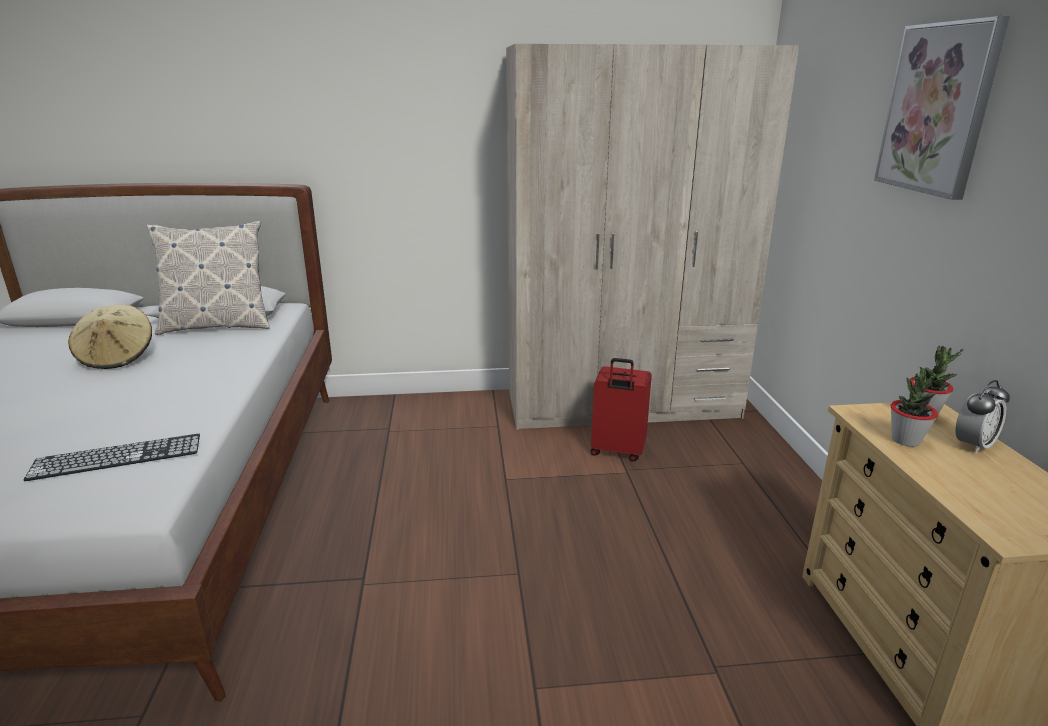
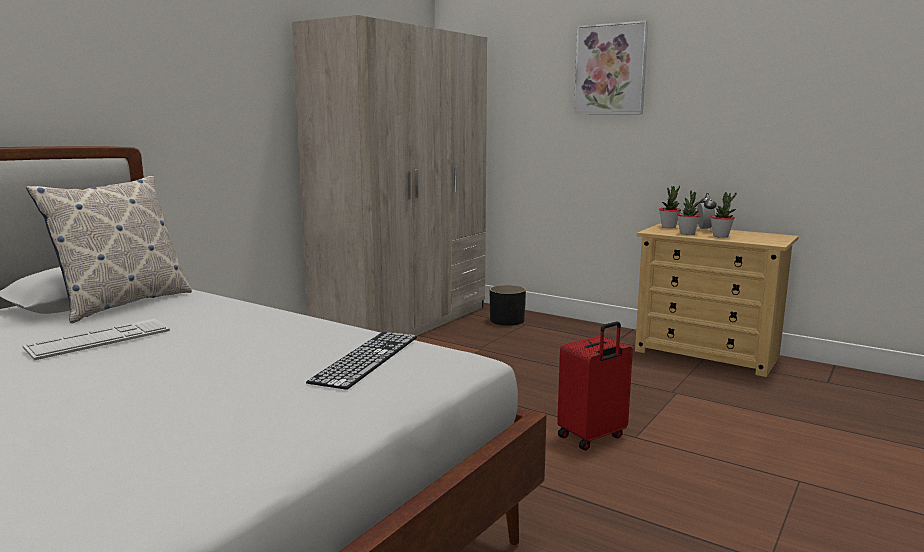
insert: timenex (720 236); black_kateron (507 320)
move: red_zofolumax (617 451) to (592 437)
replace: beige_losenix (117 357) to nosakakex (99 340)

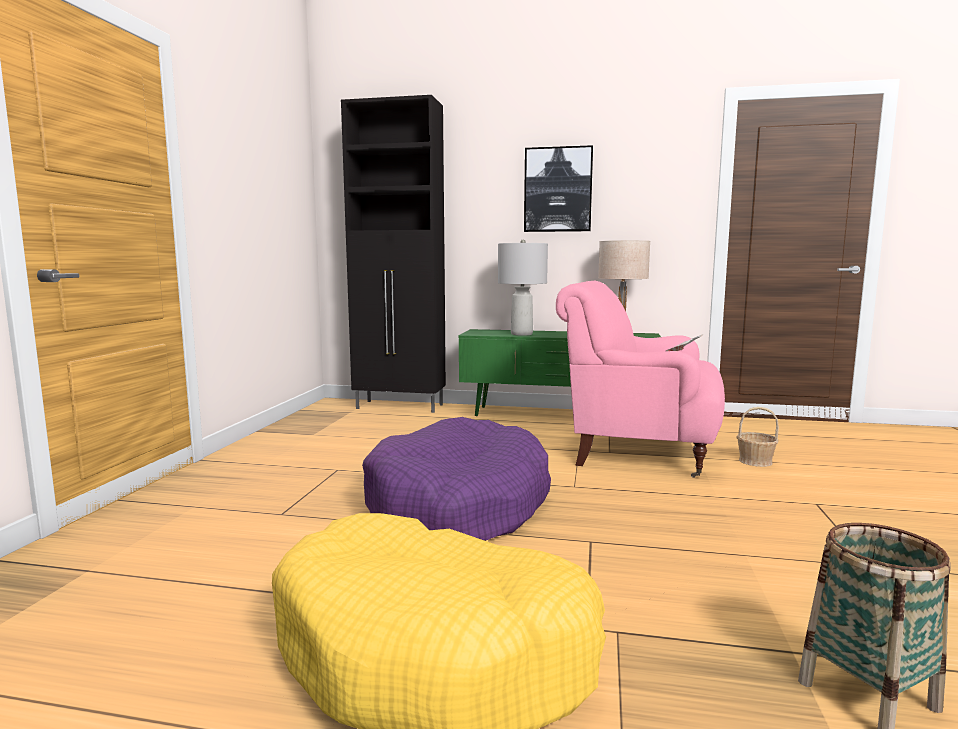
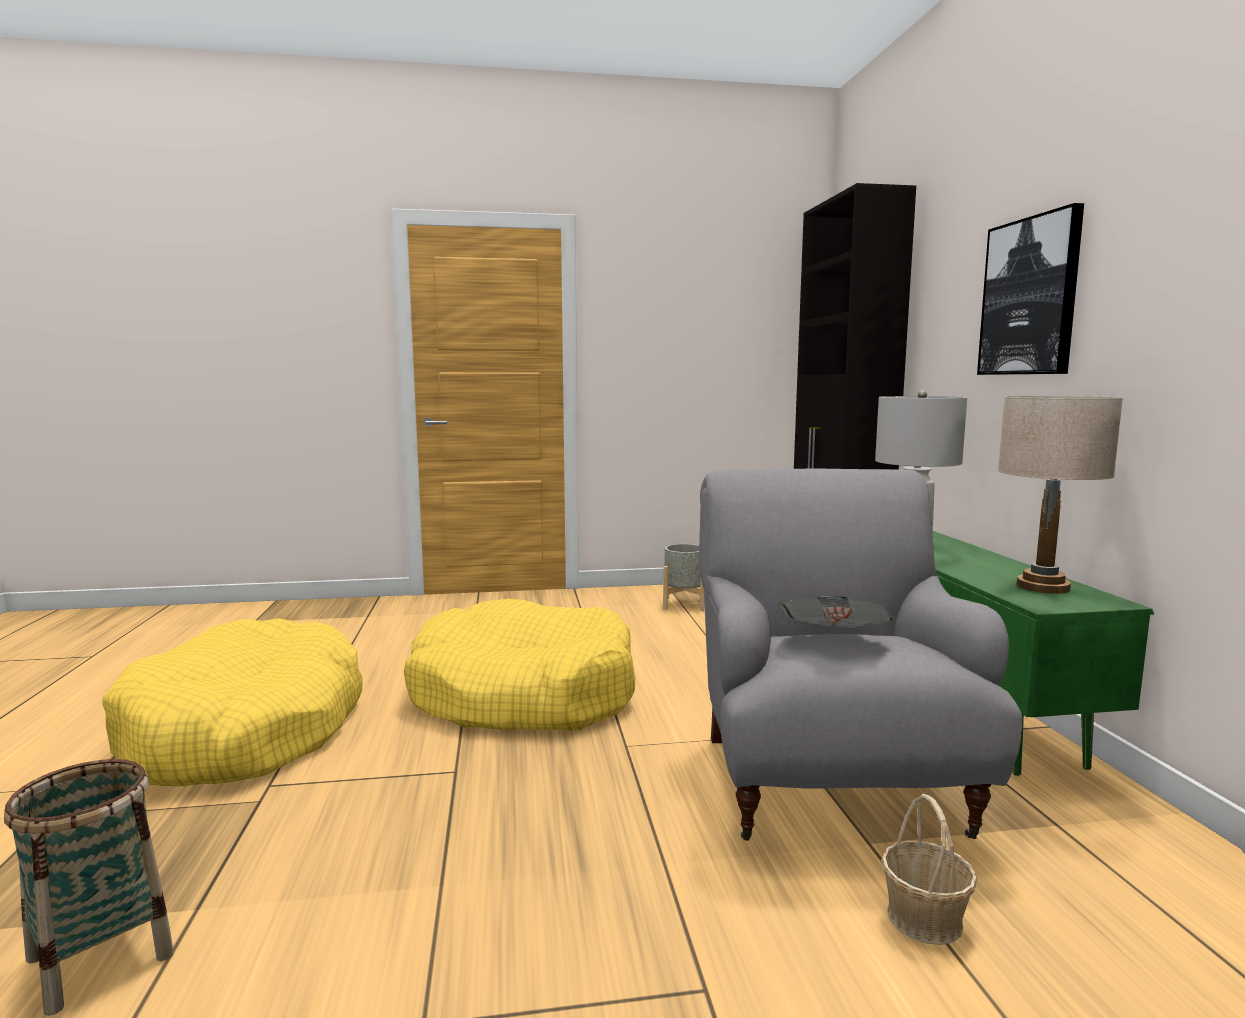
insert: grey_kateron (684 604)
recolor: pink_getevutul (637 452) to grey_getevutul (827 781); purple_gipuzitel (458 506) to yellow_gipuzitel (523 694)

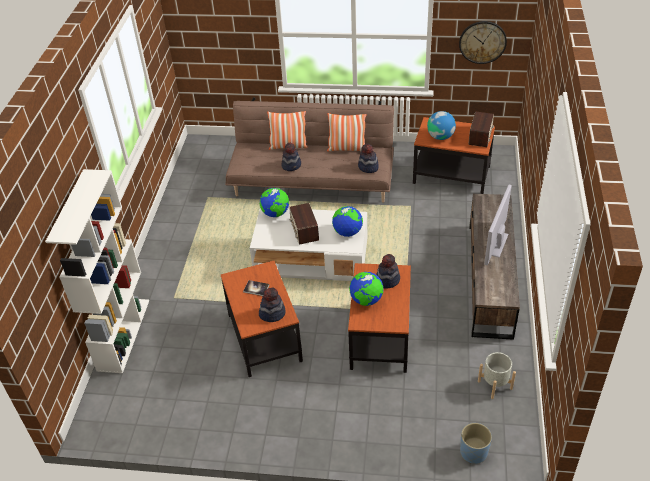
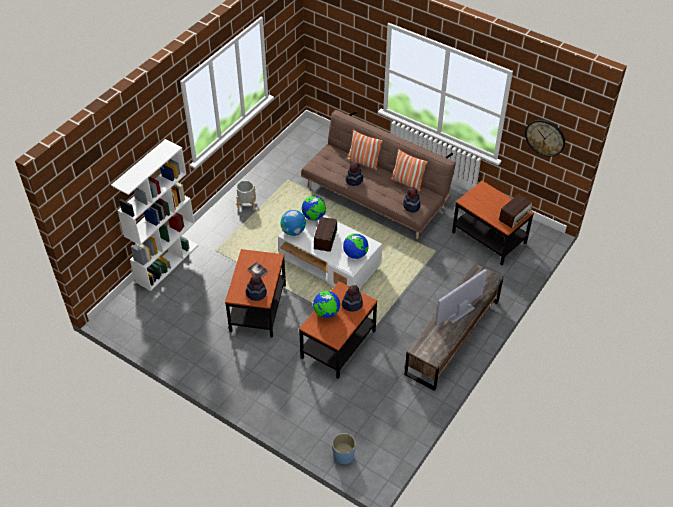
move: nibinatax (440 136) to (293 231); grey_kateron (494 385) to (246 204)

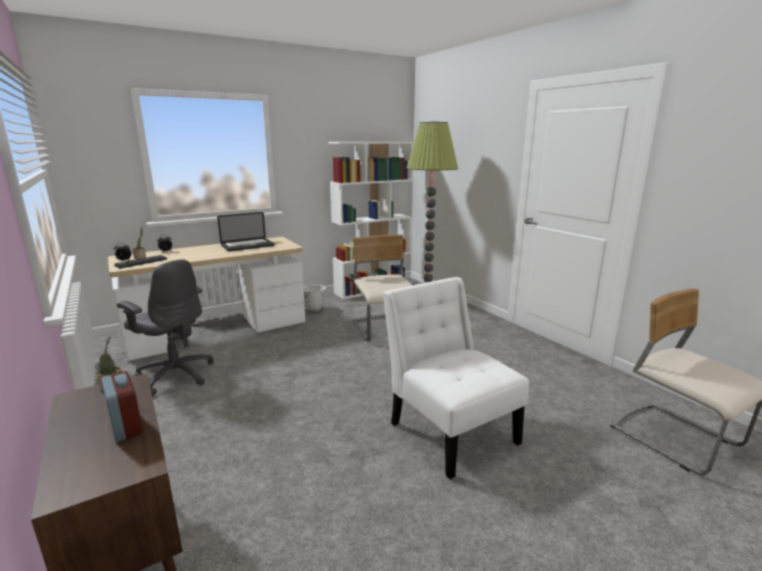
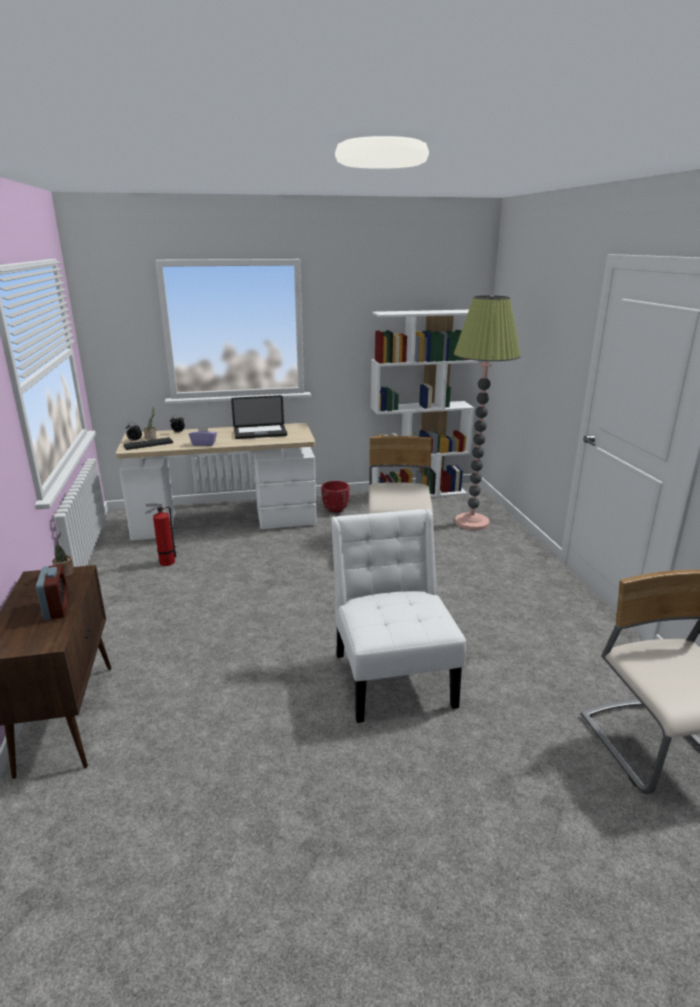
insert: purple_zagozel (204 444)
replace: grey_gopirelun (176 375) to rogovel (165 563)
recolor: white_kateron (314 309) to red_kateron (335 509)

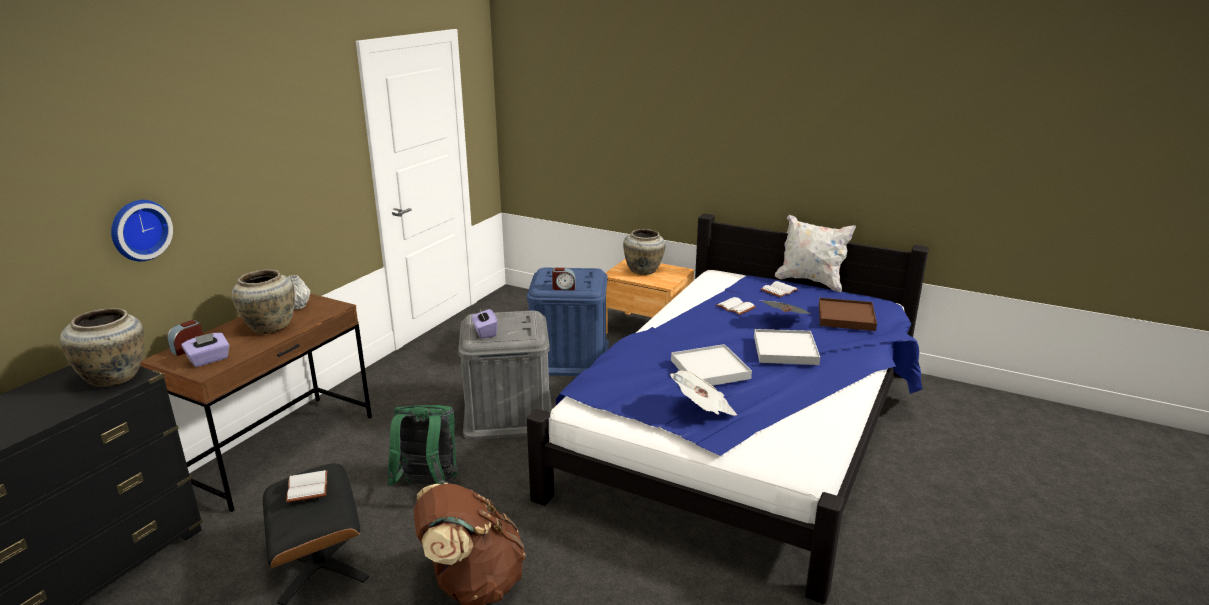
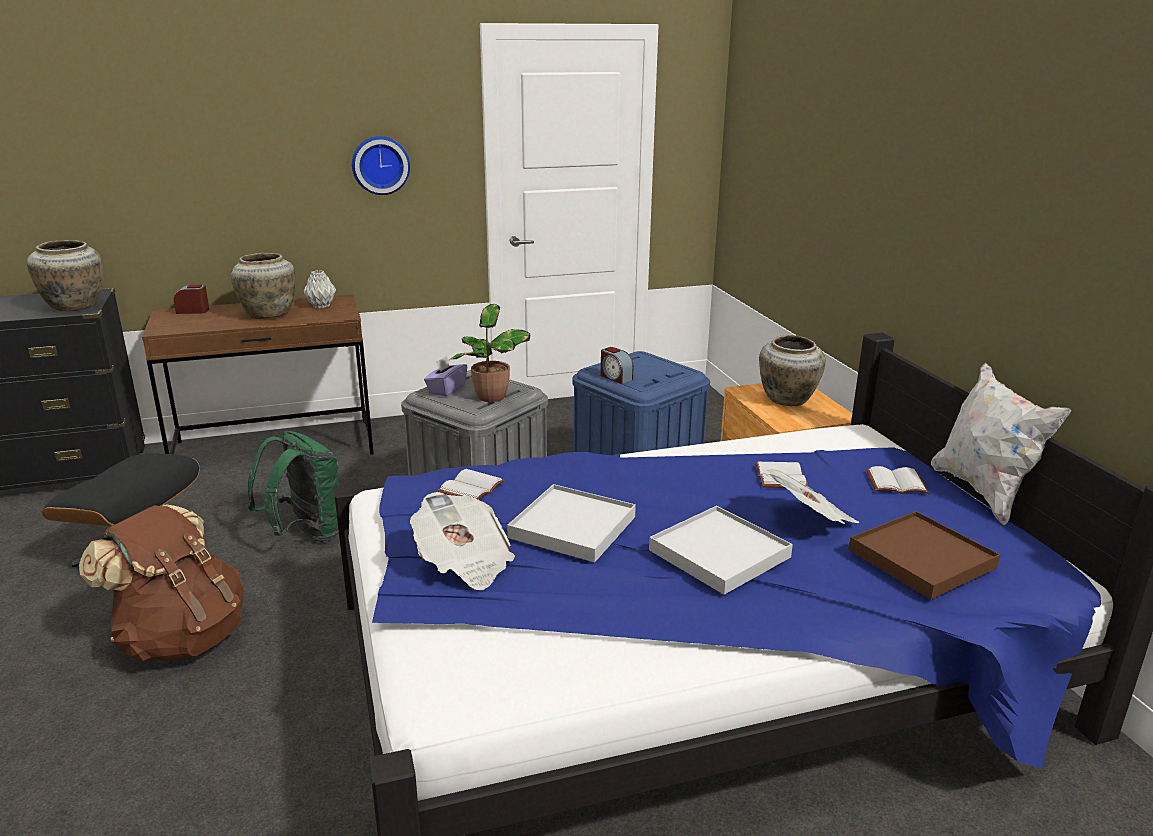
delete: purple_zagozel (209 360)
insert: timenex (491 397)
move: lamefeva (139 229) to (380 165); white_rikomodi (309 487) to (472 489)

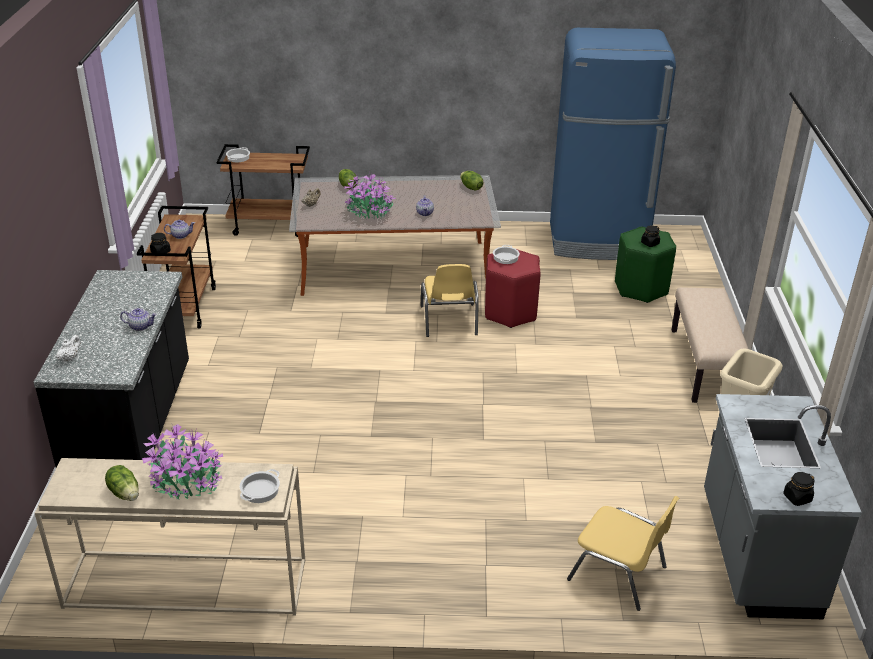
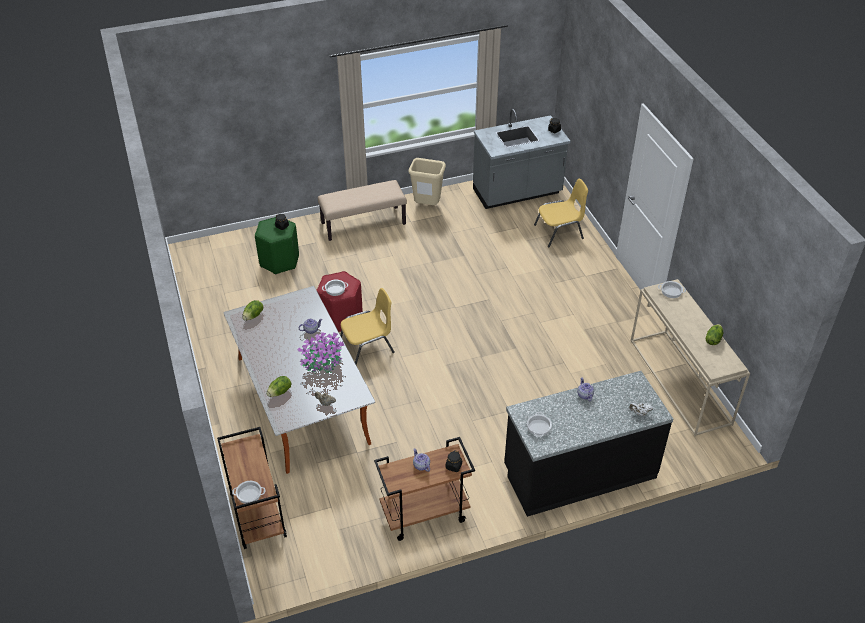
delete: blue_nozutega (598 241); timenex (186 483)
insert: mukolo (538 427)
rotate: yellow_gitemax (619 573) = (559 232) 60 degrees clockwise

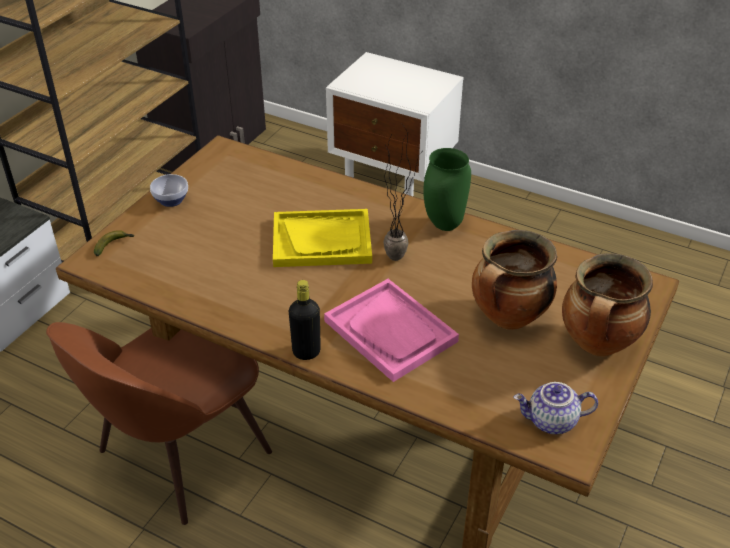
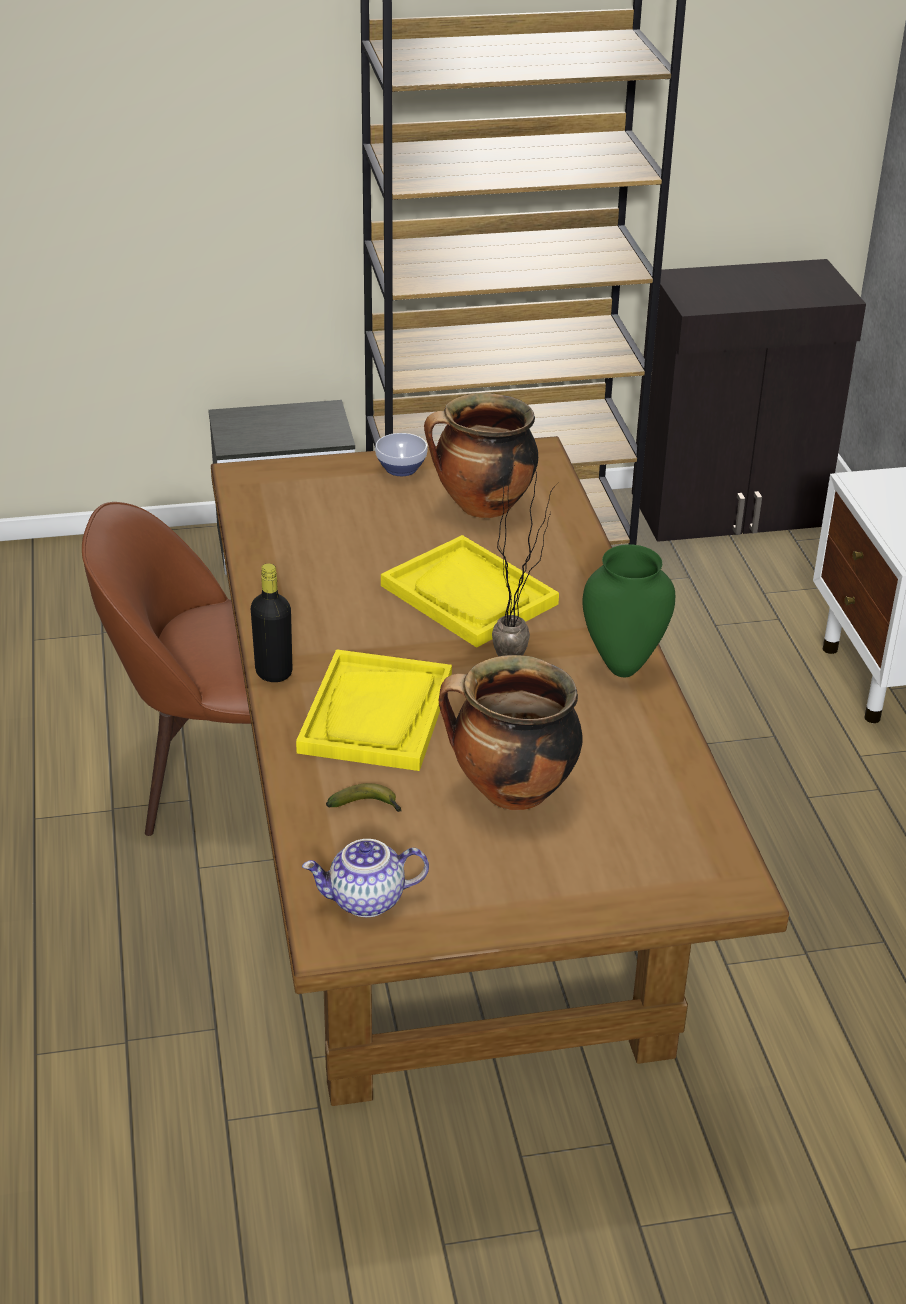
move: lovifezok (114 245) to (368 807); mukolo (598 345) to (482 507)
recolor: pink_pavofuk (391 331) to yellow_pavofuk (376 714)
rotate: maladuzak (551 422) = (366 901) 60 degrees counterclockwise

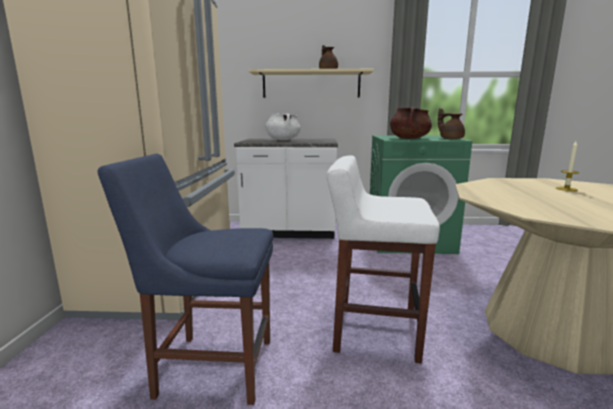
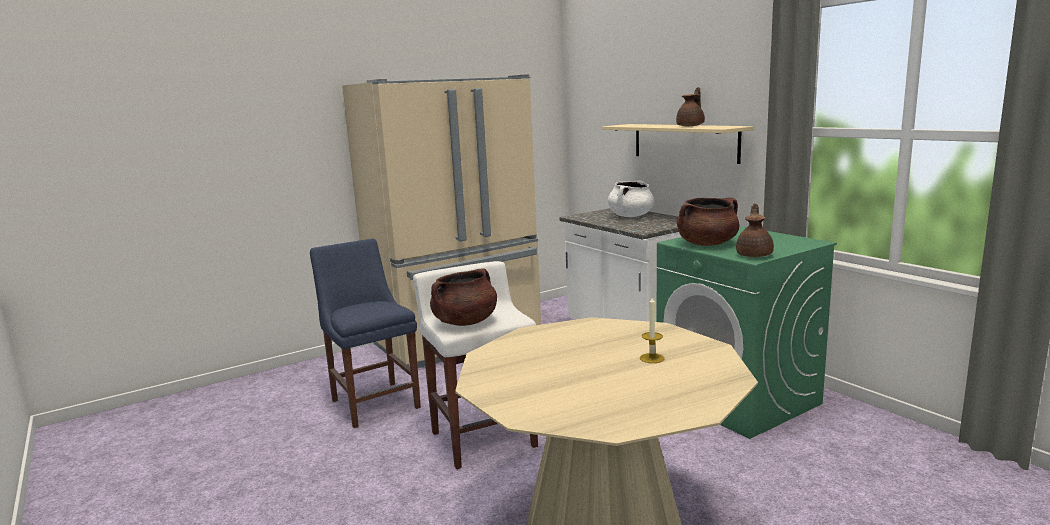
insert: brown_mukolo (465 322)

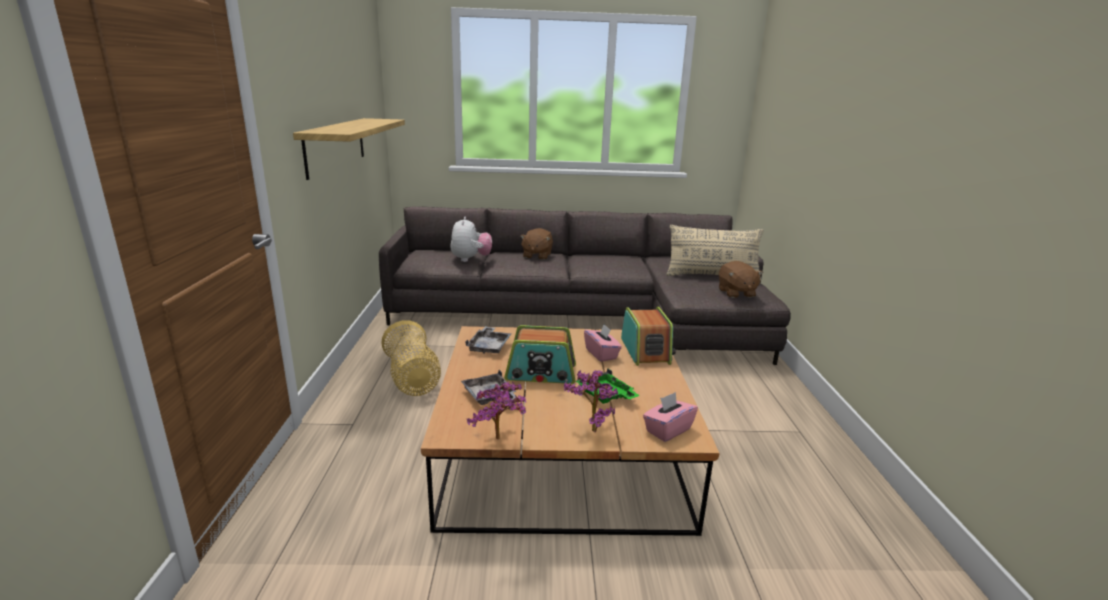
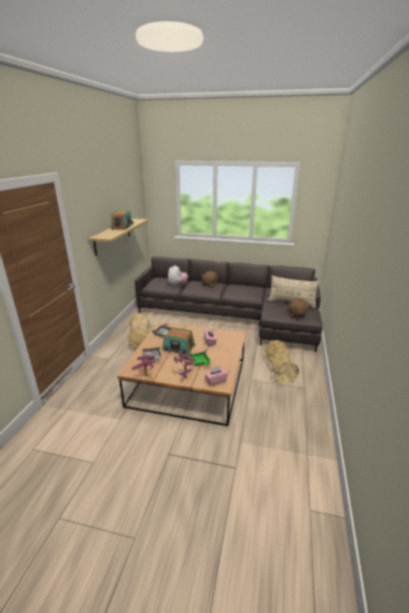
insert: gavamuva (279 369)
move: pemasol (645 351) to (122 227)

